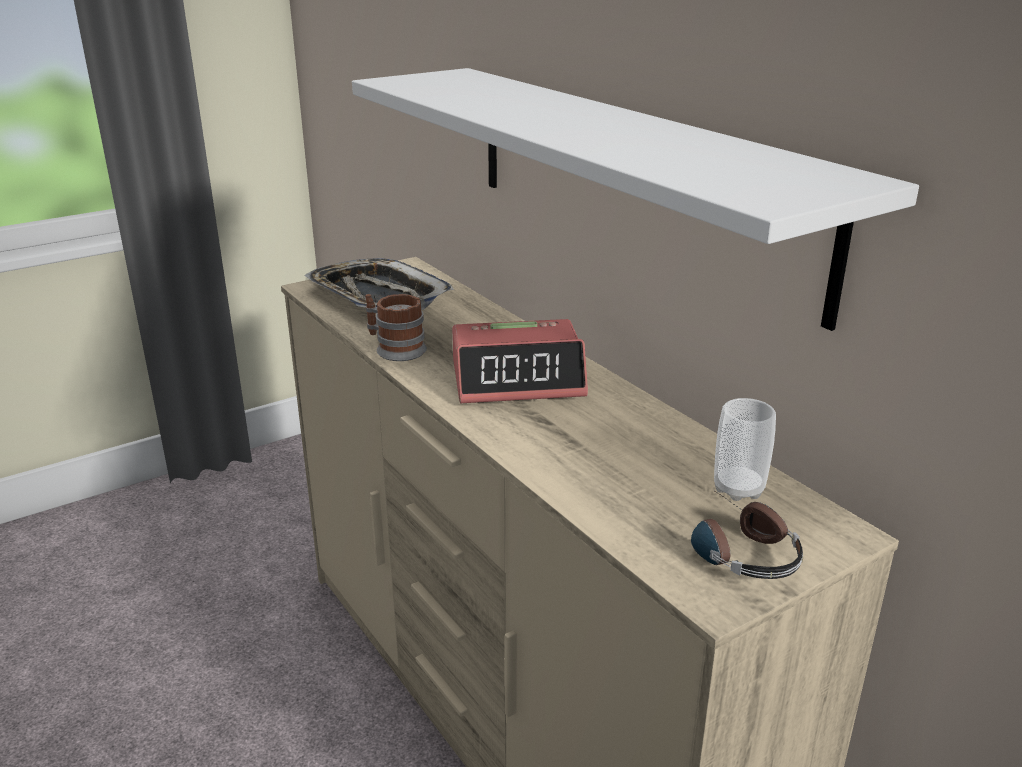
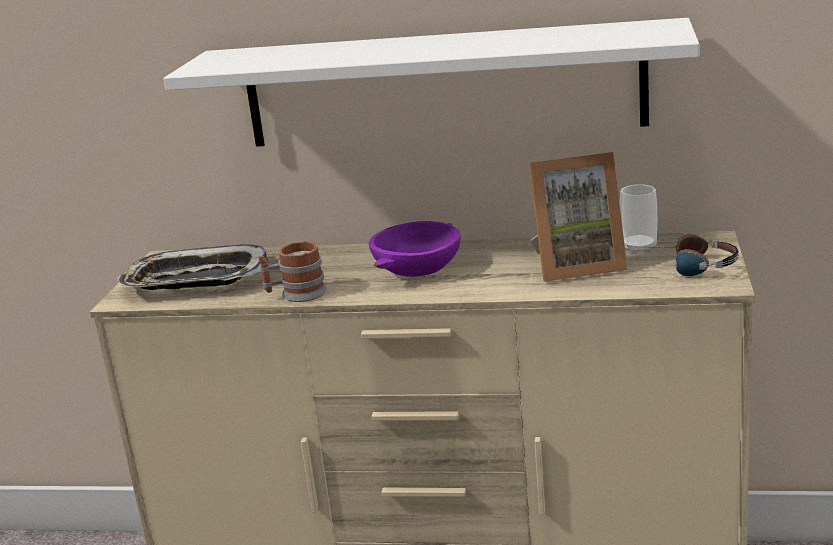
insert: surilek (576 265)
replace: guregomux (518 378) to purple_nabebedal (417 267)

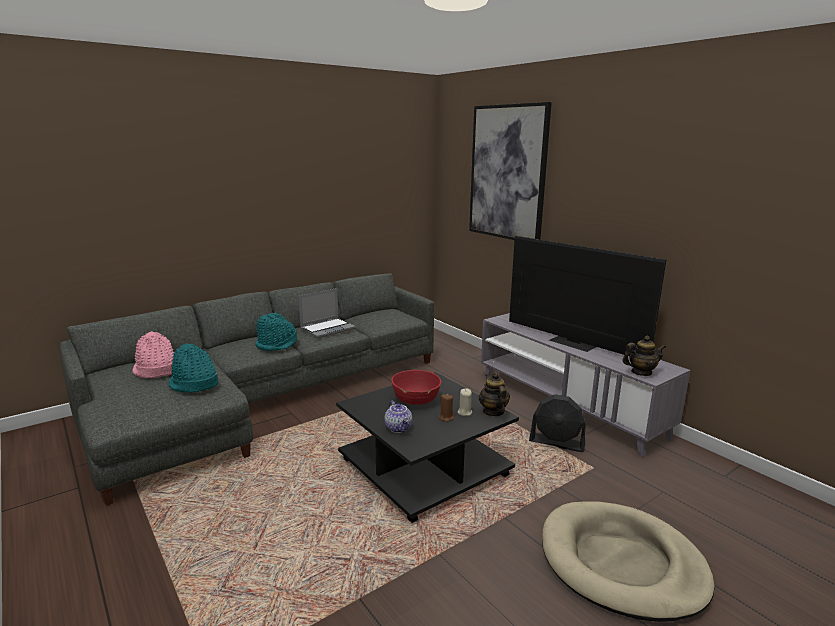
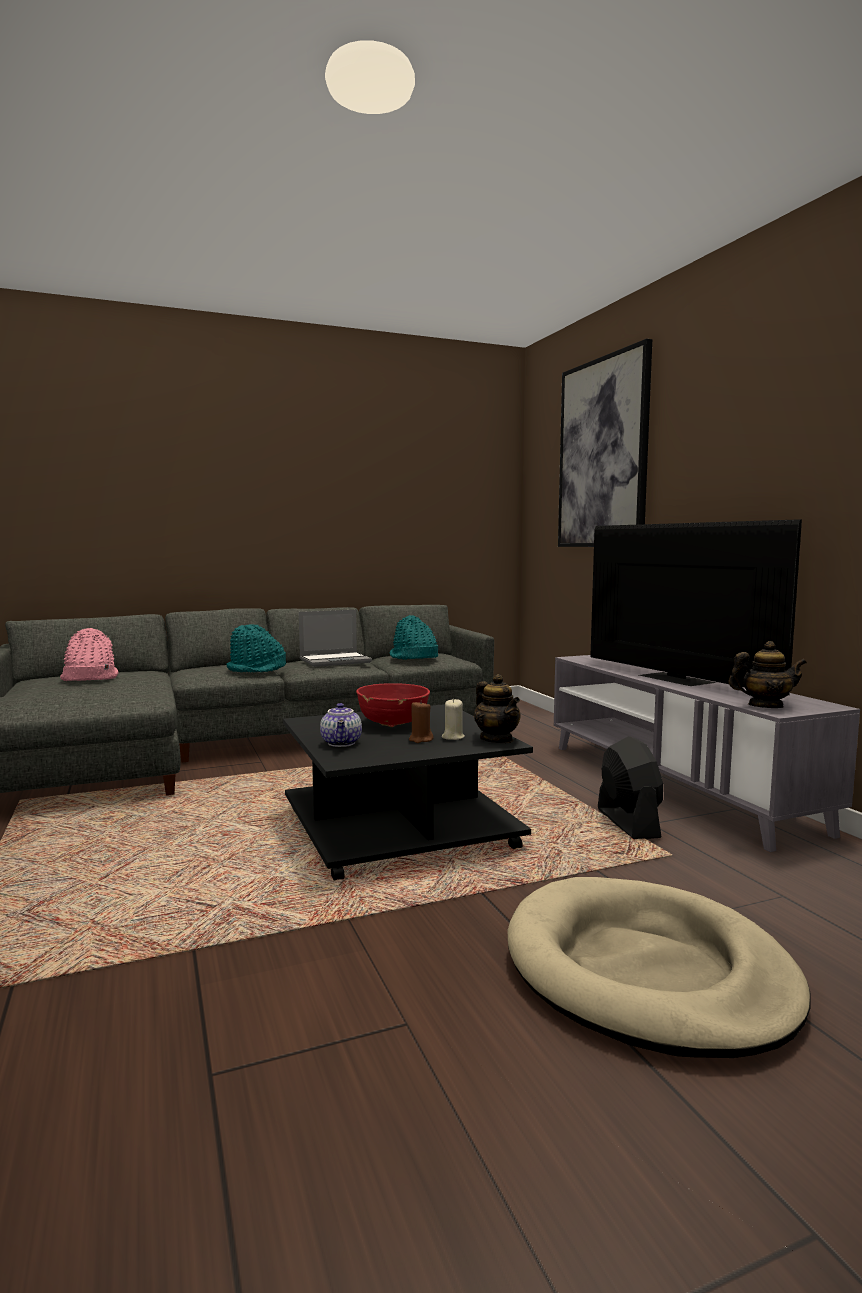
move: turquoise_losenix (194 384) to (413 657)
rotate: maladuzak (493 412) = (497 739) 150 degrees clockwise; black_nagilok (557 443) = (627 822) 135 degrees counterclockwise

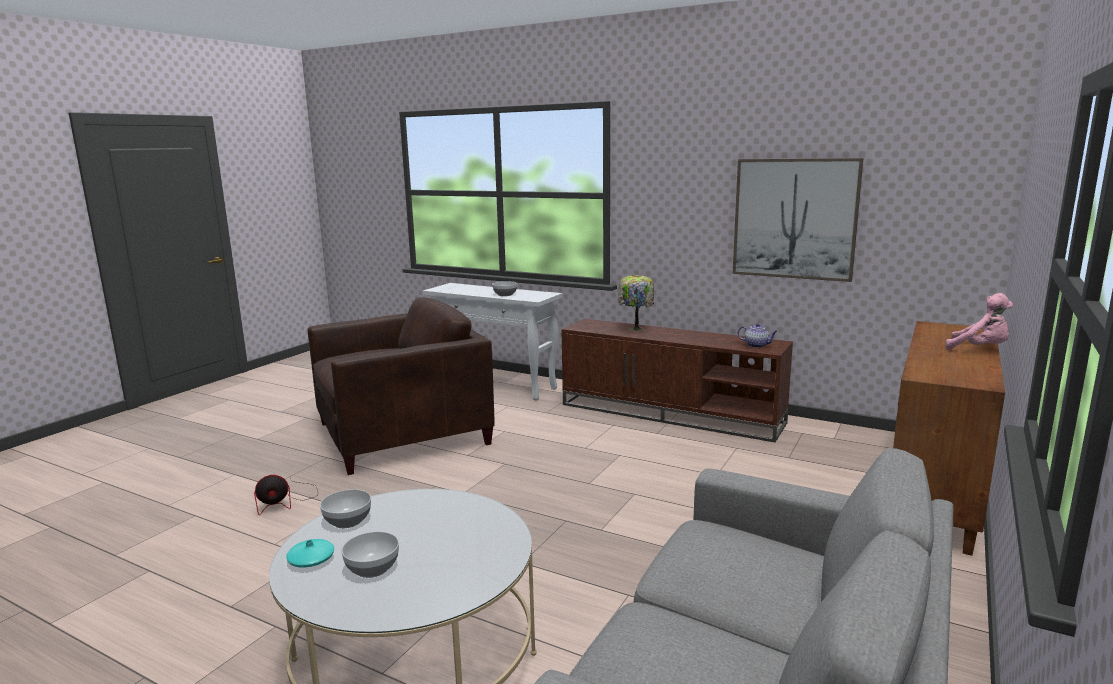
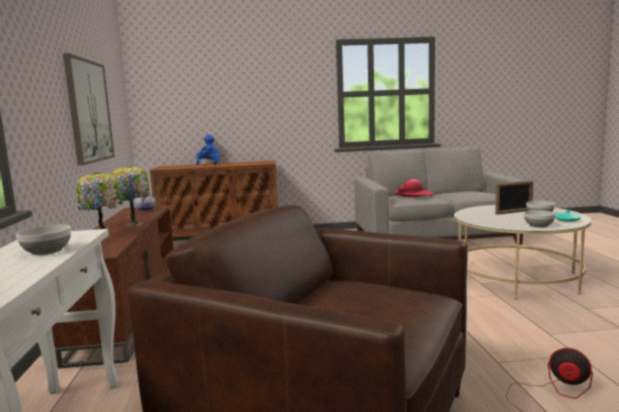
insert: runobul (134 223); losenix (413 195); surilek (514 212)
recolor: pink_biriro (979 349) to blue_biriro (209 164)

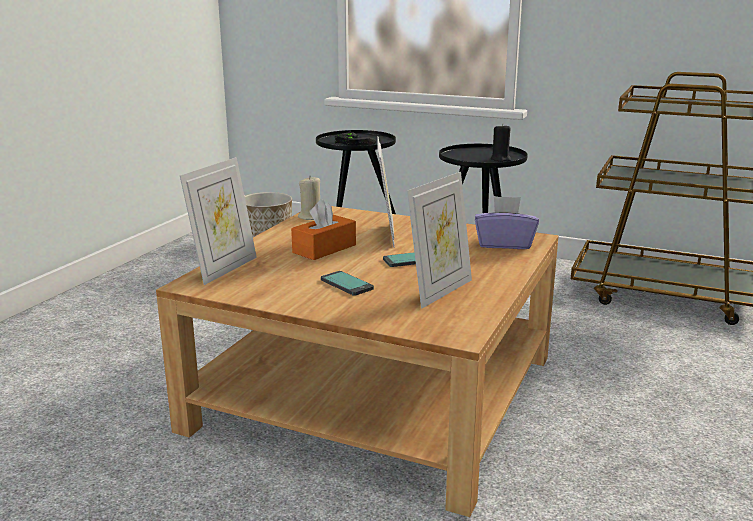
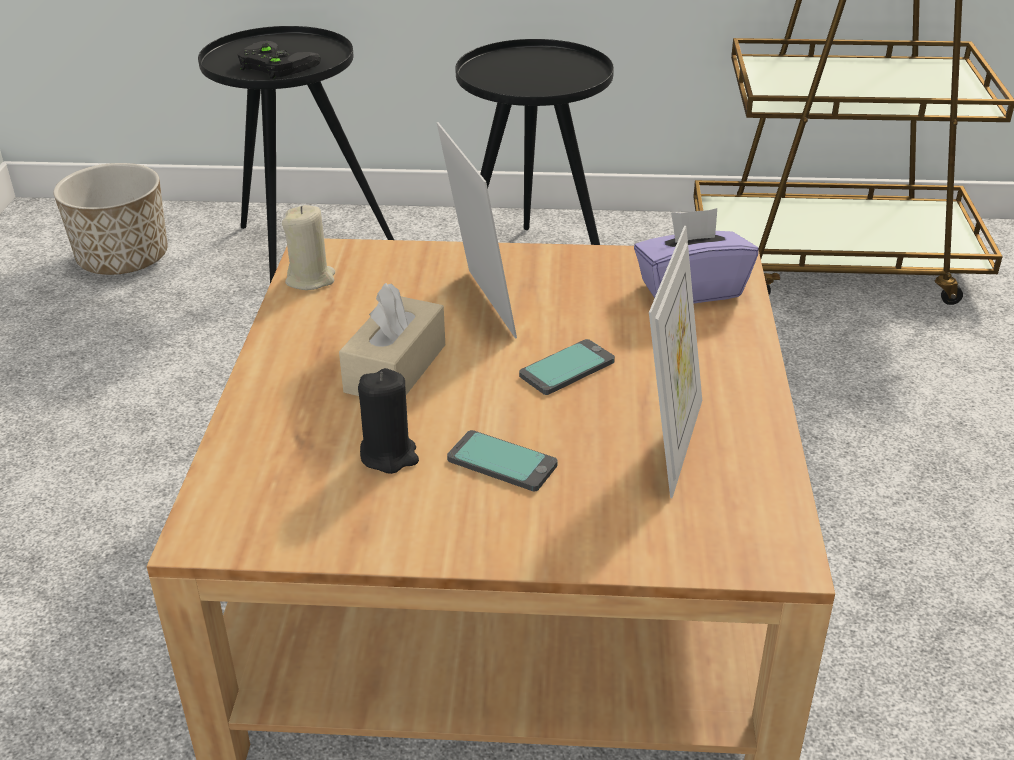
delete: surilek (224 269)
move: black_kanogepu (500 159) to (389 455)
recolor: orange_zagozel (324 249) to beige_zagozel (395 368)

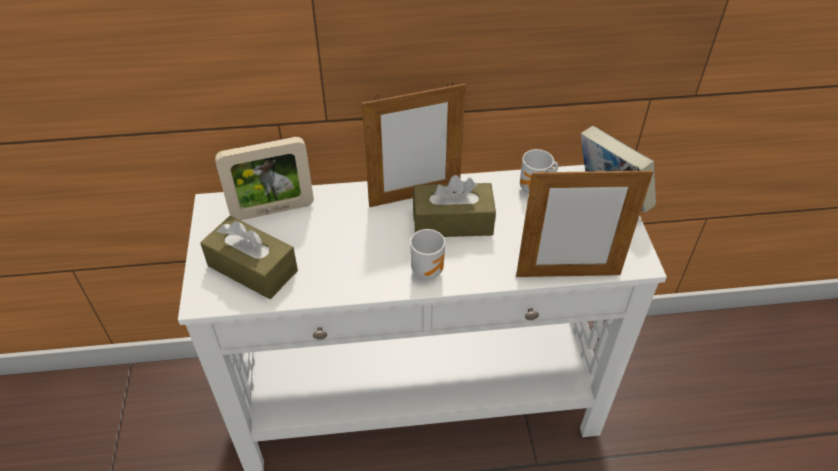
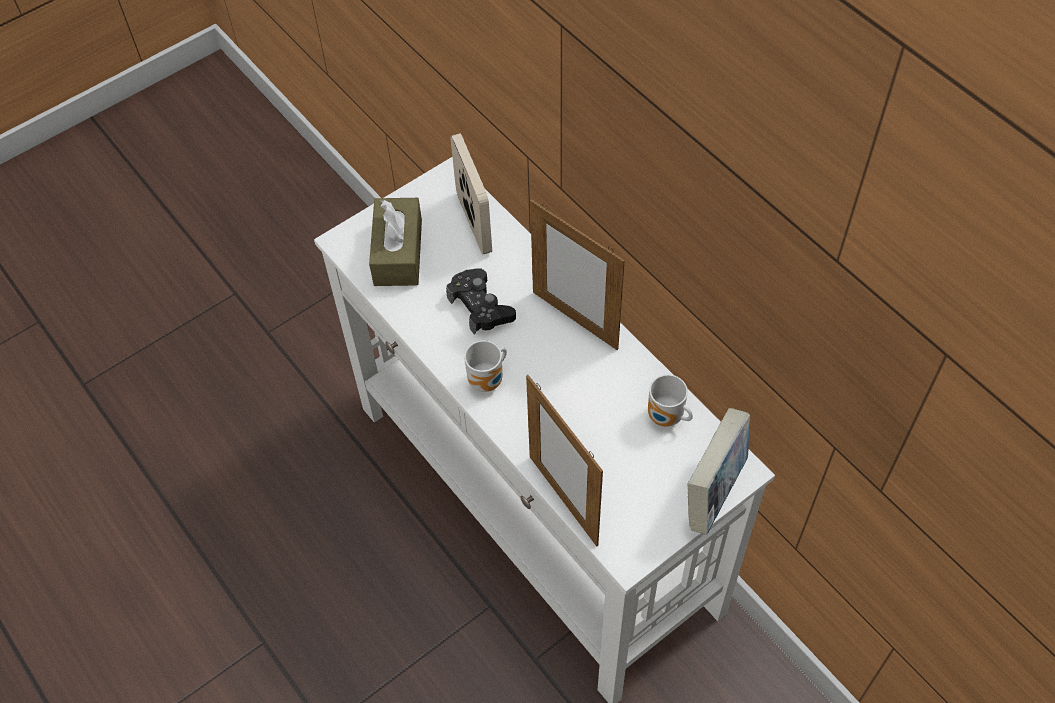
delete: brown_zagozel (452 222)
insert: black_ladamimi (480 306)
rotate: surilek (272 210) = (474 223) 150 degrees counterclockwise

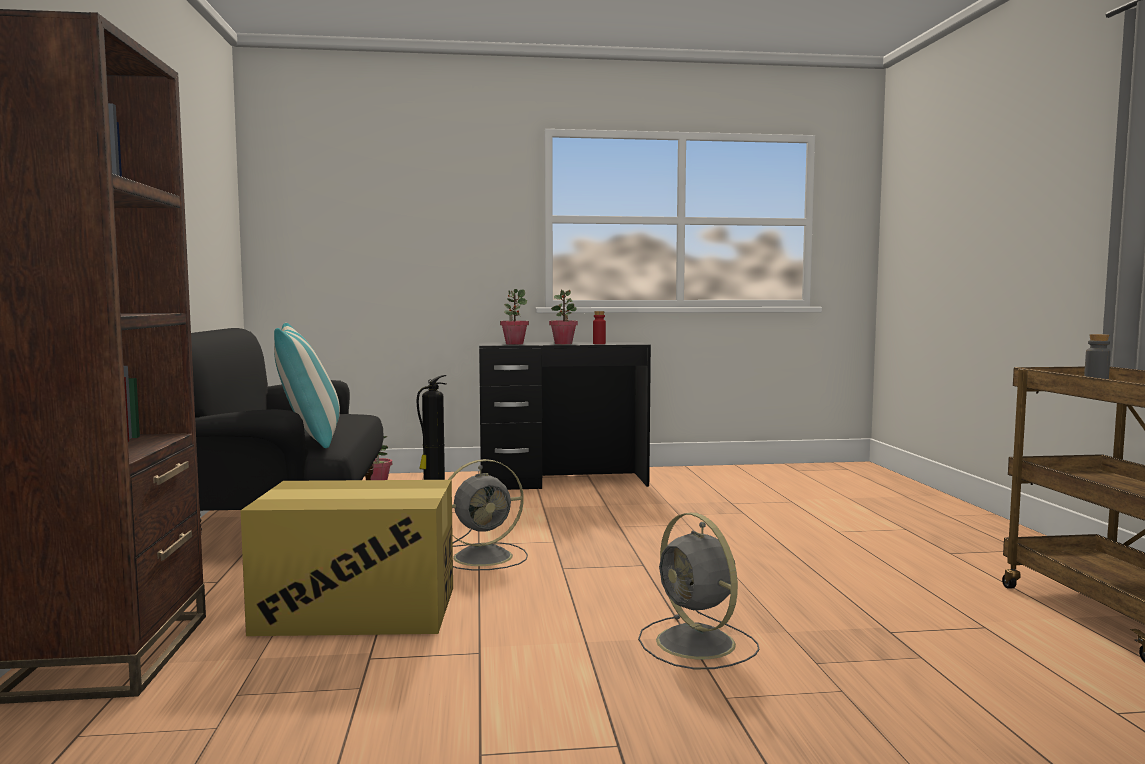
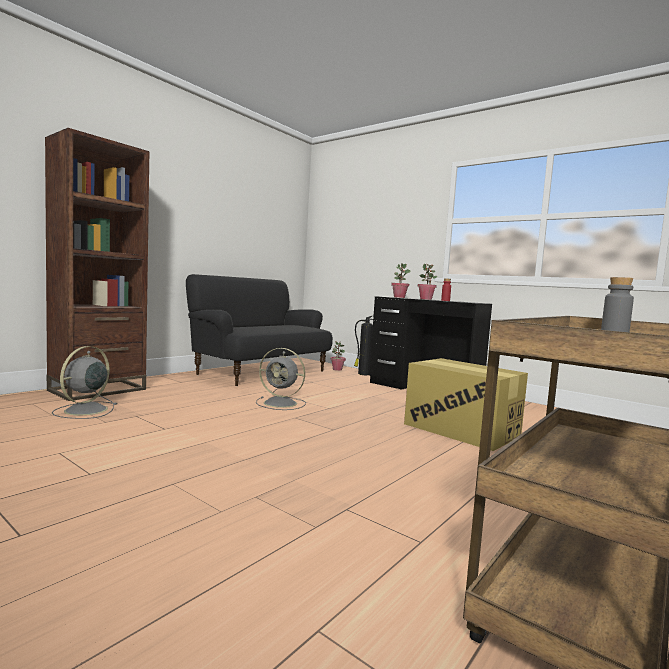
delete: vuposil (310 440)
move: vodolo (356 610) to (461 430); grey_nagilok (698 644) to (84 410)

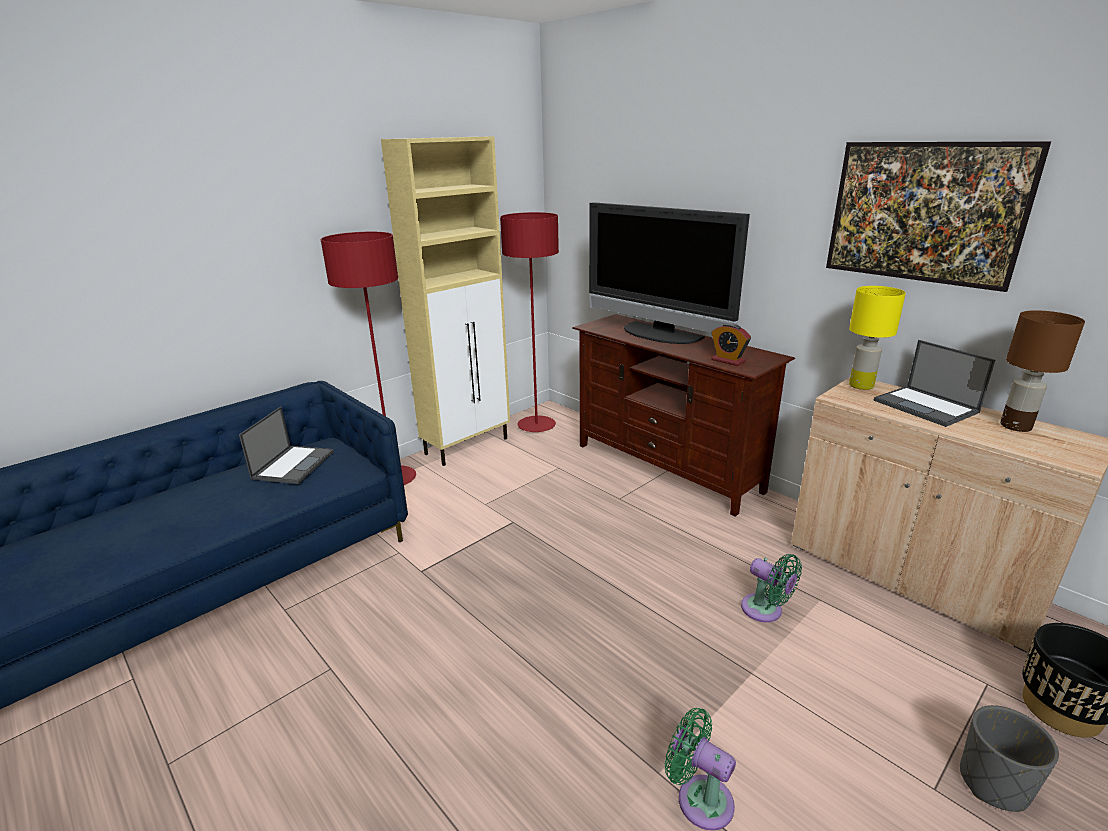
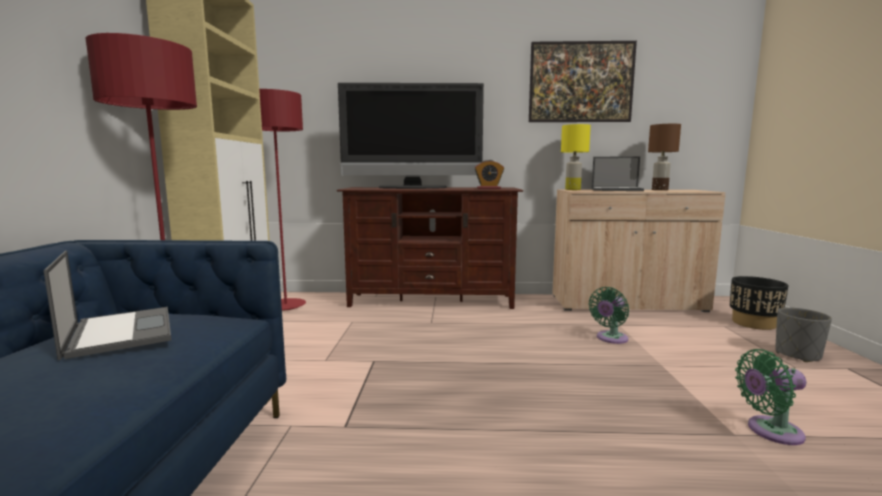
rotate: green_nagilok (765 610) = (610 338) 135 degrees clockwise

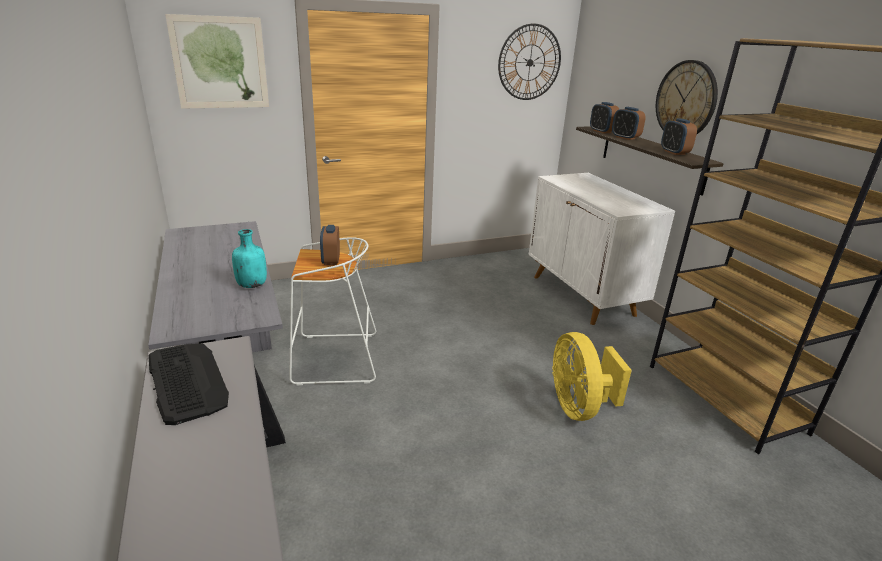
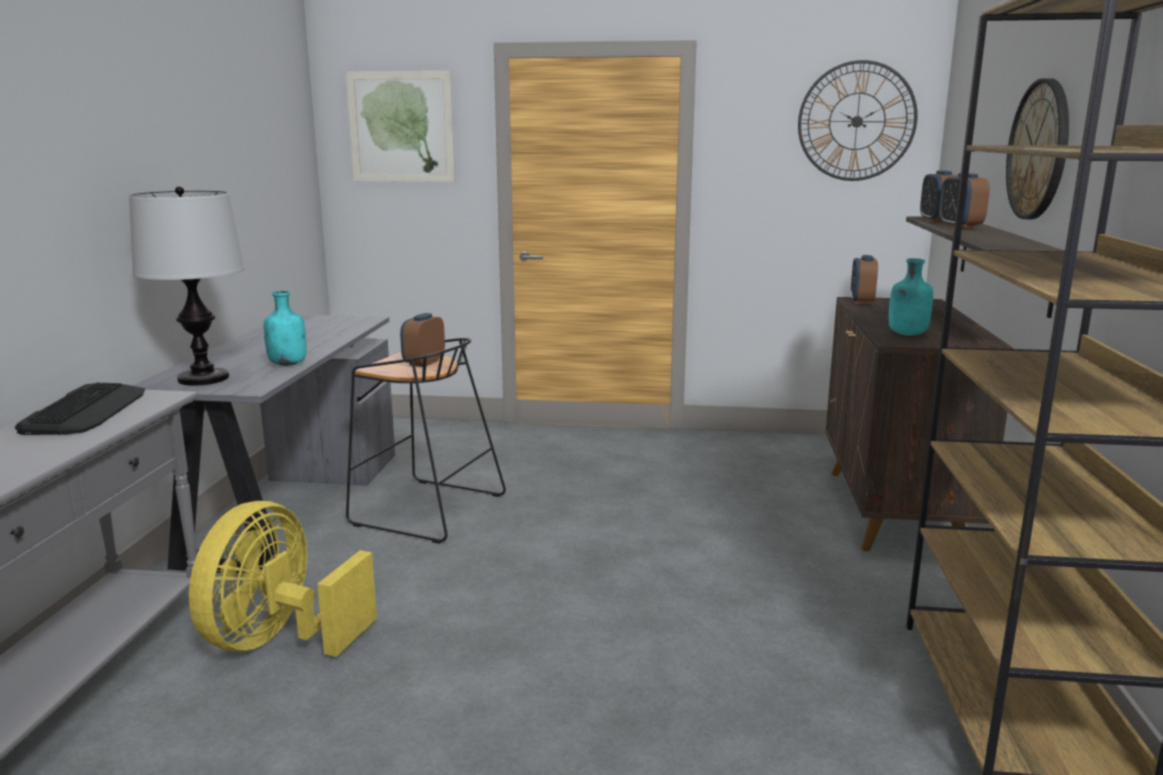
insert: runobul (203 378); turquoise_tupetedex (906 334)
move: guregomux (674 152) to (861 301); yellow_nagilok (578 407) to (279 640)
recolor: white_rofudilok (583 296) to brown_rofudilok (893 511); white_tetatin (334 359) to black_tetatin (425 510)

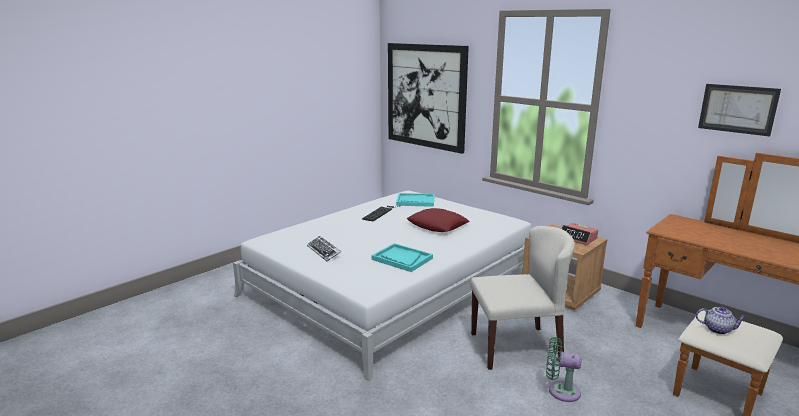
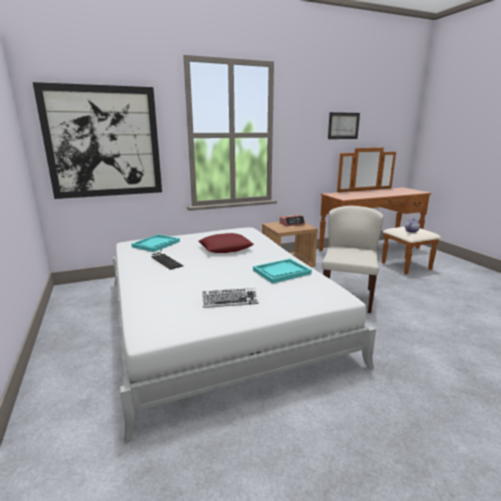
delete: green_nagilok (560 390)

